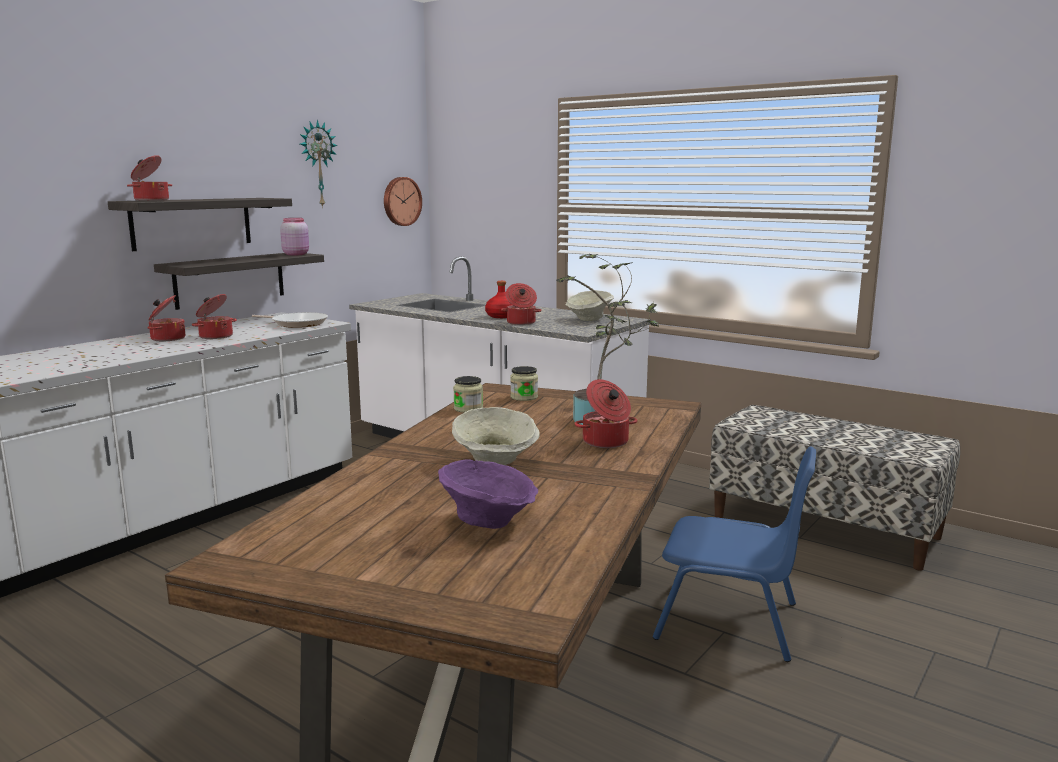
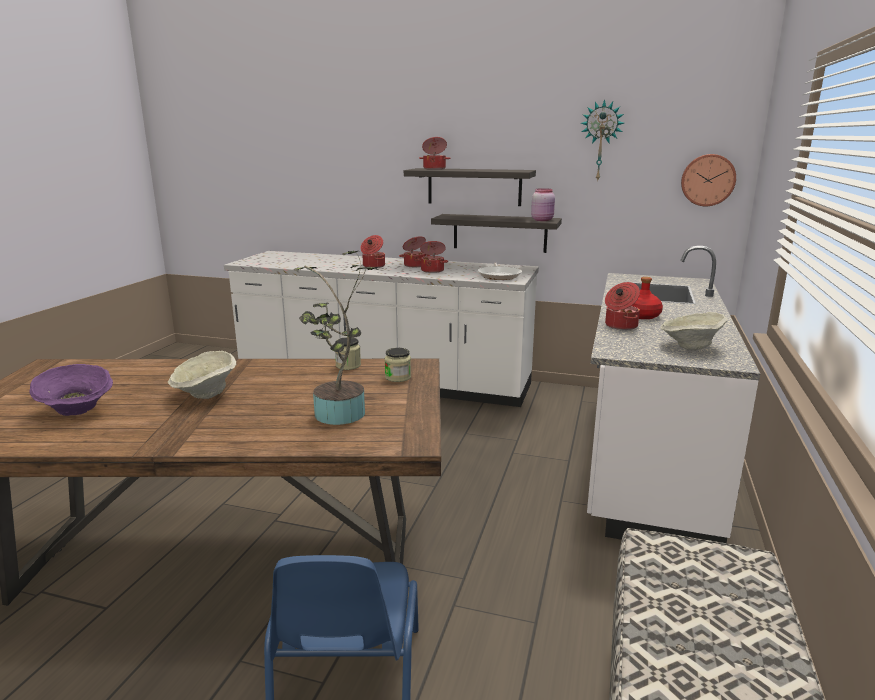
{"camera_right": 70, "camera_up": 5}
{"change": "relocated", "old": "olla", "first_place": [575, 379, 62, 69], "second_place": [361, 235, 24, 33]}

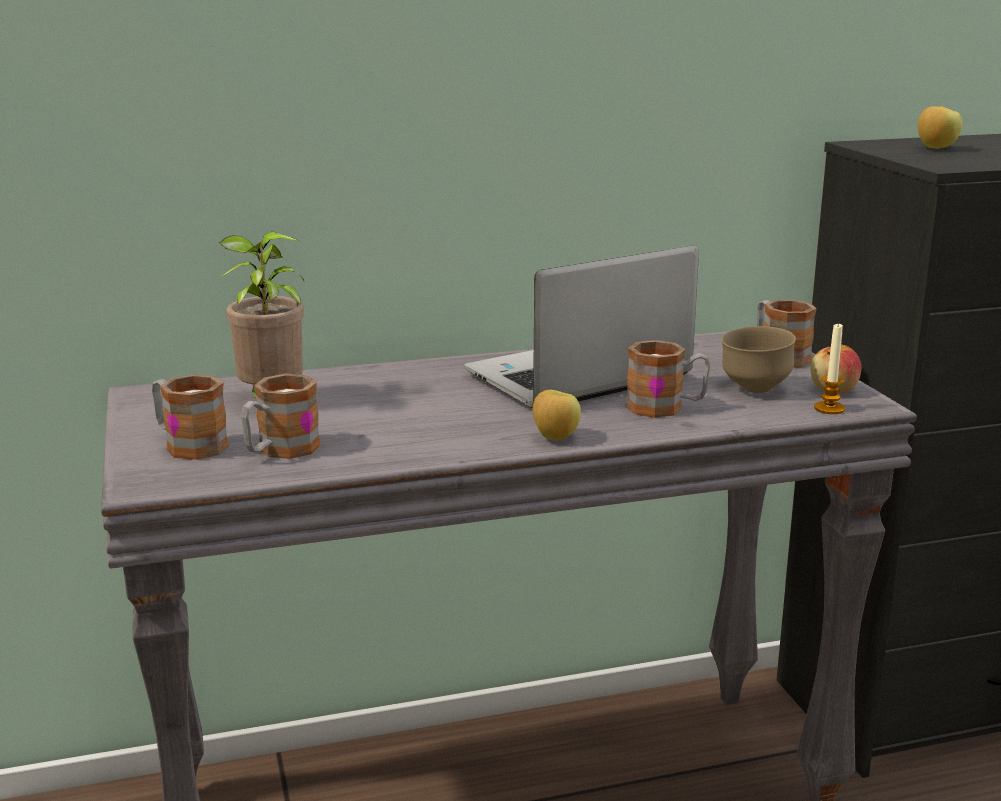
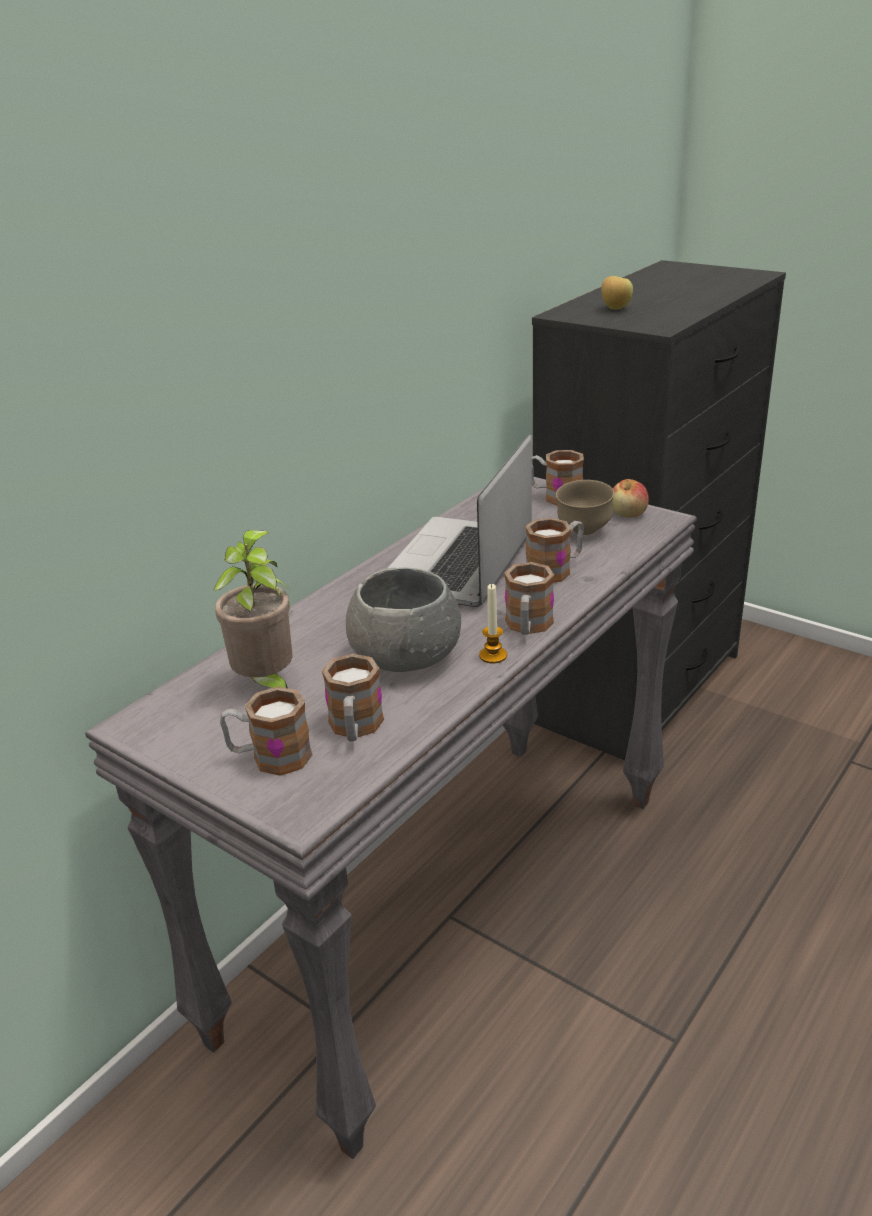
{"camera_right": -35, "camera_up": 10}
{"change": "relocated", "old": "vela", "first_place": [814, 322, 32, 92], "second_place": [479, 583, 28, 81]}
{"change": "exchanged", "old": "manzana", "new": "taza grande", "first_place": [533, 390, 48, 50], "second_place": [504, 562, 50, 73]}
{"change": "appeared", "new": "cuenco/gris", "second_place": [346, 567, 115, 105]}

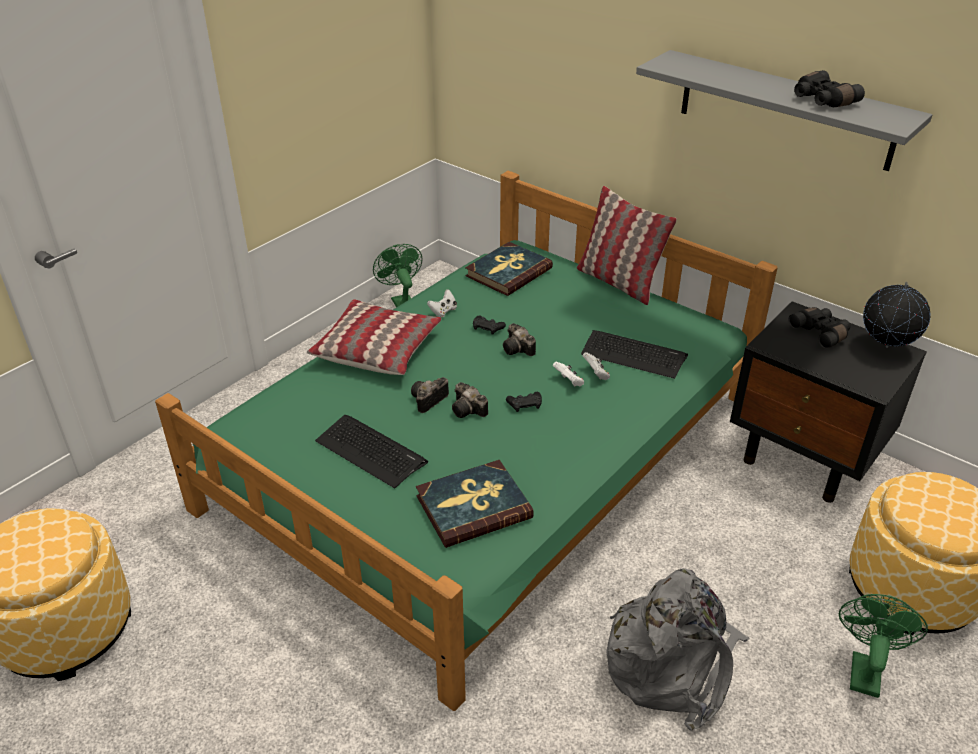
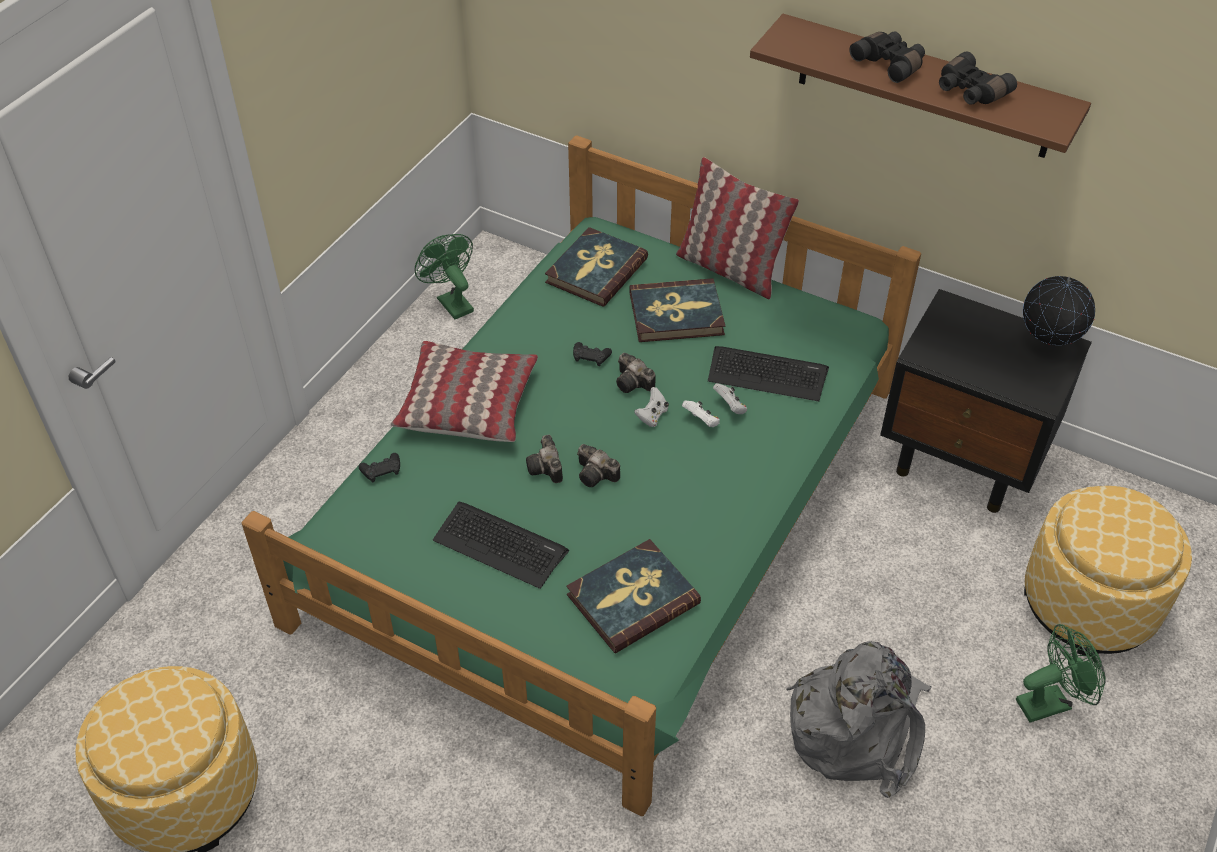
{"camera_right": -10, "camera_up": 10}
{"change": "colour", "old": "estante/gris", "new": "estante/marrón", "first_place": [636, 50, 297, 121], "second_place": [750, 14, 341, 144]}
{"change": "relocated", "old": "mando de consola/blanco", "first_place": [427, 289, 30, 29], "second_place": [634, 387, 35, 40]}
{"change": "relocated", "old": "prismáticos/negro", "first_place": [788, 307, 63, 41], "second_place": [849, 32, 76, 51]}
{"change": "spun", "old": "cámara", "first_place": [411, 377, 38, 36], "second_place": [526, 435, 37, 48], "degrees": -45}
{"change": "relocated", "old": "mando de consola/negro", "first_place": [506, 392, 36, 20], "second_place": [359, 453, 41, 29]}
{"change": "spun", "old": "ventilador/verde", "first_place": [839, 594, 89, 104], "second_place": [1016, 624, 90, 99], "degrees": 60}
{"change": "appeared", "new": "libro", "second_place": [630, 278, 95, 64]}

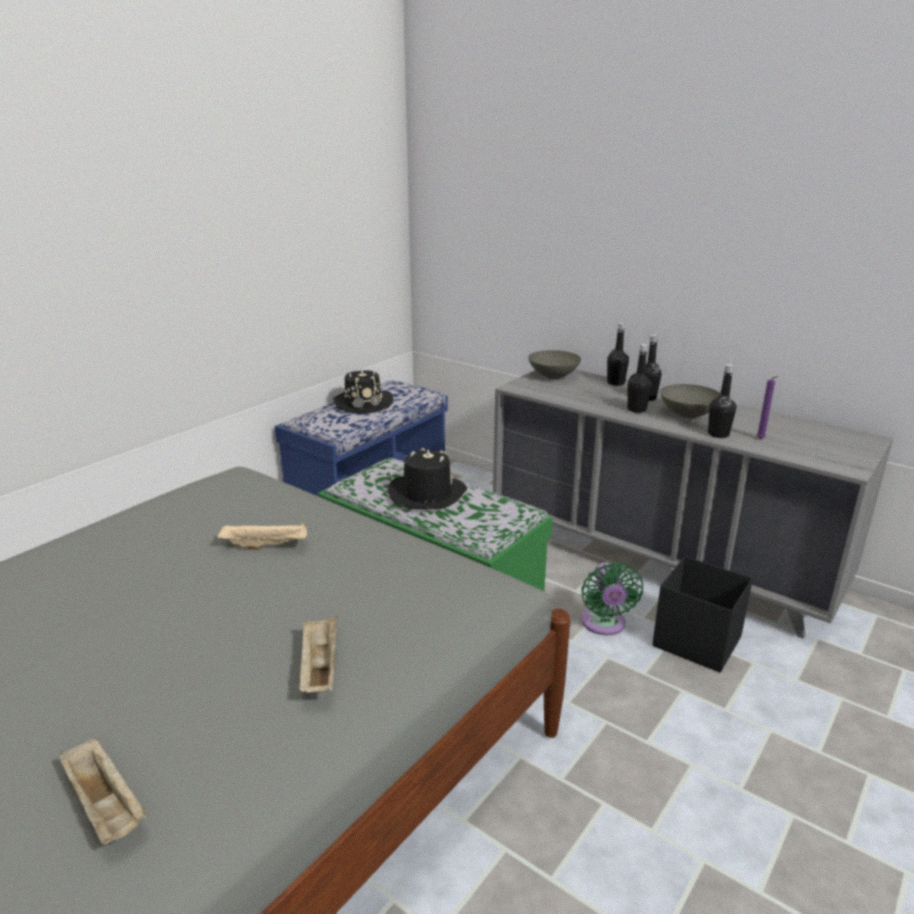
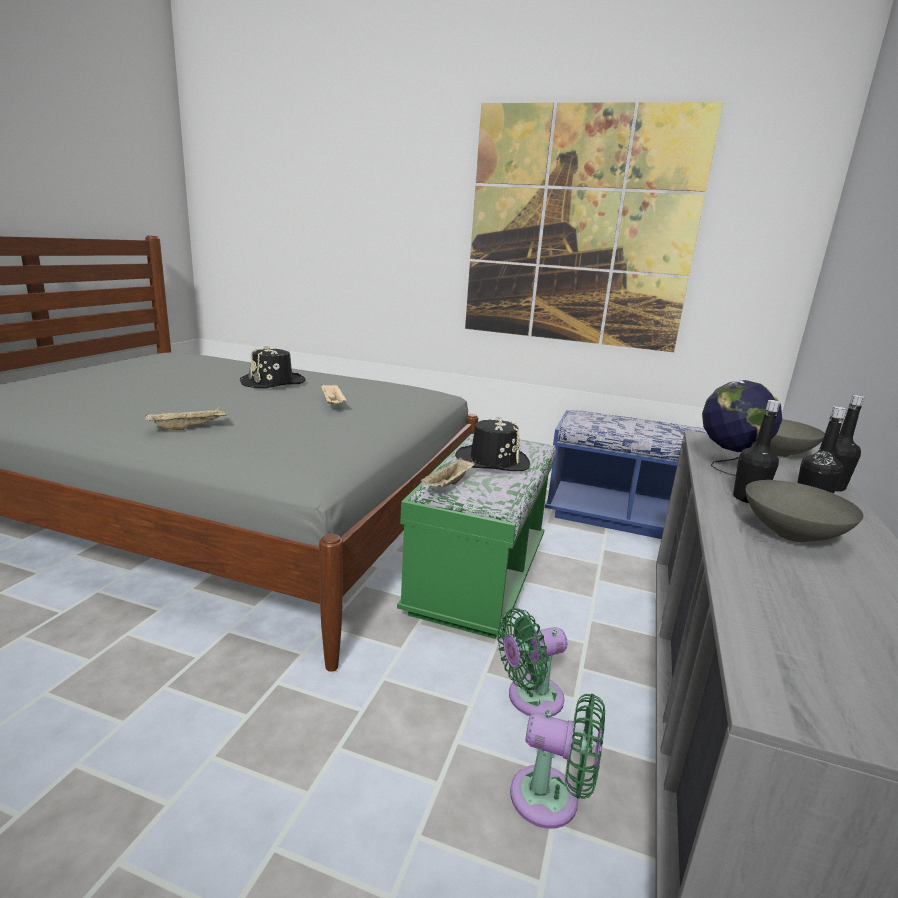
{"camera_right": 70, "camera_up": -5}
{"change": "missing", "old": "botella/negro", "first_place": [708, 364, 28, 74]}
{"change": "relocated", "old": "sombrero/negro", "first_place": [333, 370, 60, 43], "second_place": [240, 344, 65, 44]}
{"change": "missing", "old": "vela/morado", "first_place": [757, 376, 21, 63]}
{"change": "exchanged", "old": "caja de almacenaje/negro", "new": "ventilador/verde", "first_place": [652, 556, 101, 116], "second_place": [510, 694, 95, 135]}
{"change": "relocated", "old": "bandeja/beis", "first_place": [59, 739, 88, 106], "second_place": [421, 457, 54, 30]}
{"change": "appeared", "new": "cuadro", "second_place": [465, 102, 258, 250]}
{"change": "appeared", "new": "globo terráqueo", "second_place": [702, 380, 80, 96]}

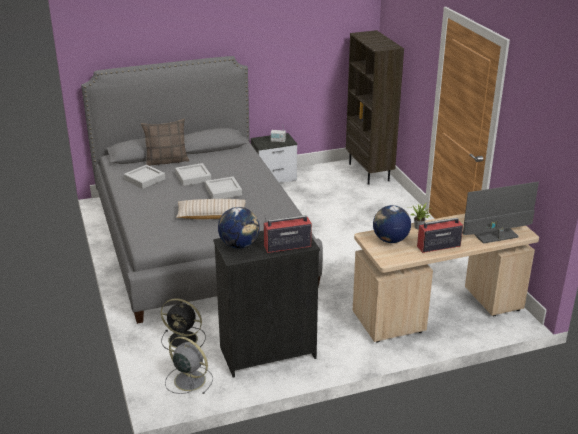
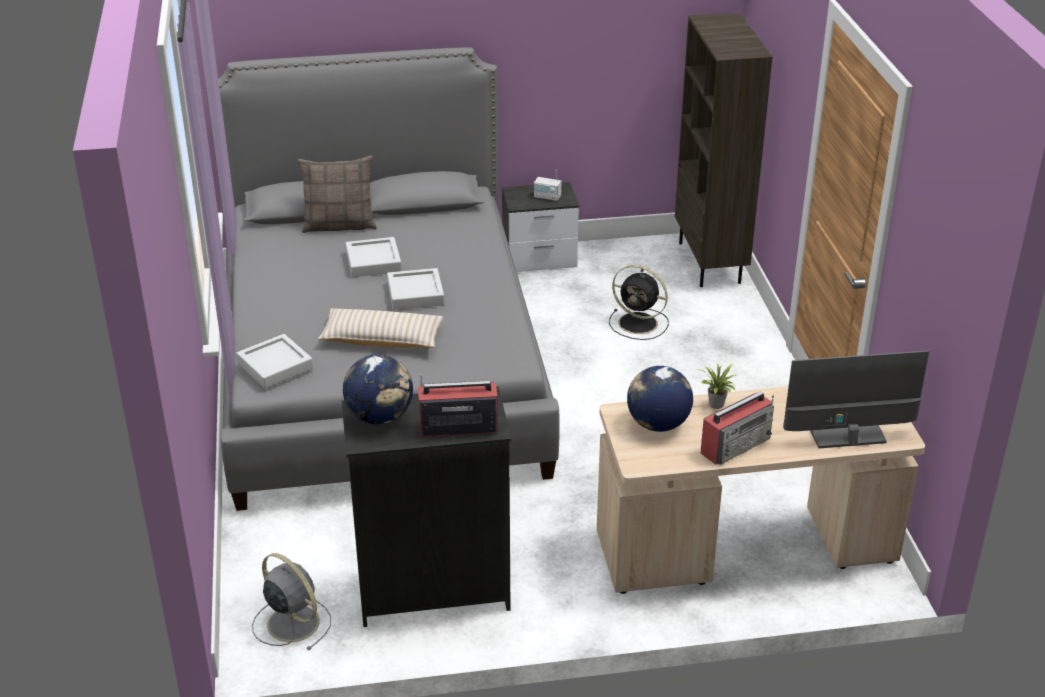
{"camera_right": 10, "camera_up": 5}
{"change": "relocated", "old": "bandeja/gris", "first_place": [124, 165, 41, 24], "second_place": [236, 334, 77, 55]}
{"change": "spun", "old": "radio", "first_place": [417, 218, 46, 35], "second_place": [701, 391, 73, 74], "degrees": 150}
{"change": "relocated", "old": "ventilador/negro", "first_place": [161, 299, 45, 51], "second_place": [609, 265, 60, 75]}

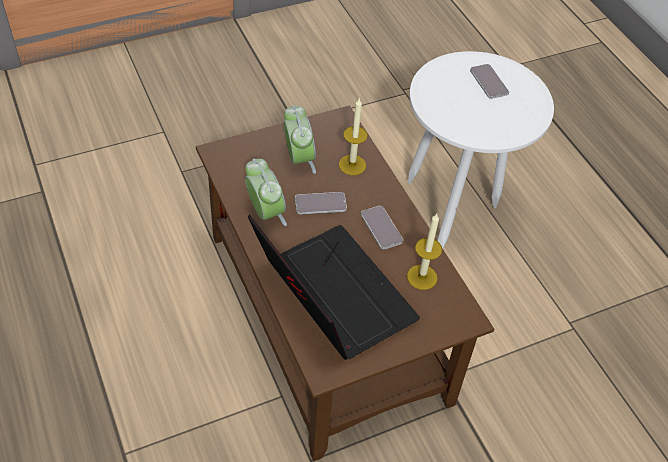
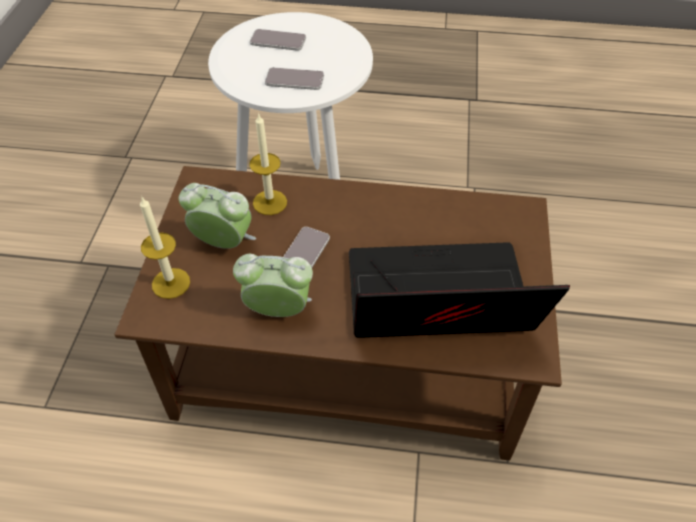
{"camera_right": -55, "camera_up": 0}
{"change": "relocated", "old": "móvil", "first_place": [361, 206, 42, 43], "second_place": [265, 67, 59, 23]}
{"change": "relocated", "old": "vela", "first_place": [407, 214, 35, 76], "second_place": [140, 196, 50, 103]}

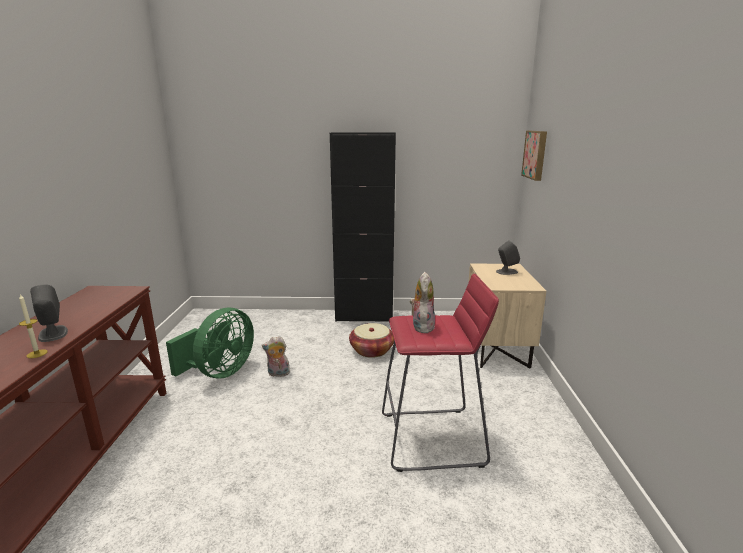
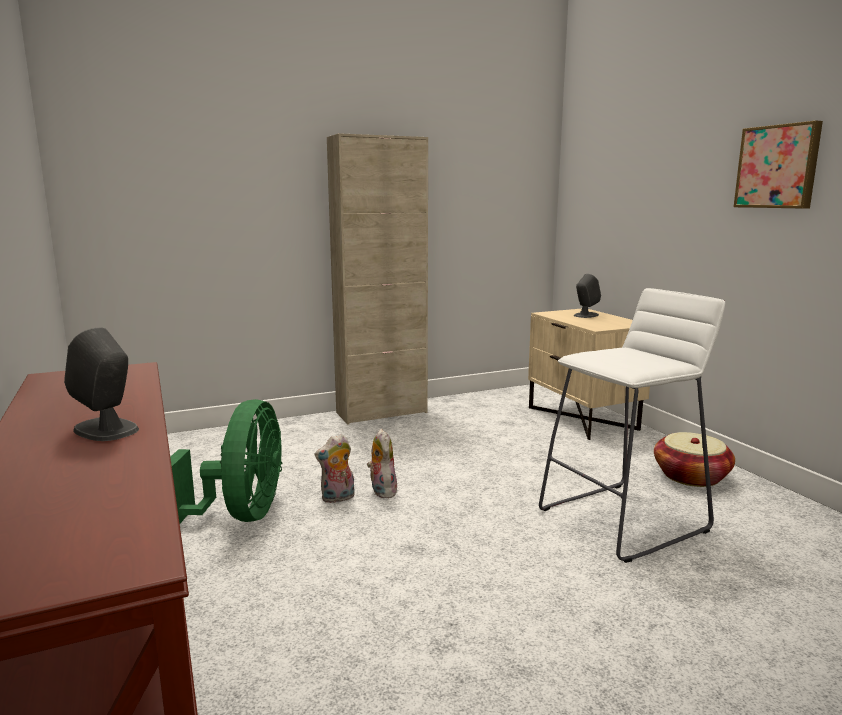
{"camera_right": -25, "camera_up": -5}
{"change": "relocated", "old": "cuadro", "first_place": [521, 131, 26, 50], "second_place": [734, 121, 89, 88]}
{"change": "colour", "old": "armario/negro", "new": "armario/beis", "first_place": [330, 132, 66, 190], "second_place": [327, 133, 101, 292]}
{"change": "relocated", "old": "peluche", "first_place": [410, 272, 25, 61], "second_place": [367, 429, 30, 69]}
{"change": "colour", "old": "taburete/rojo", "new": "taburete/blanco", "first_place": [382, 274, 117, 198], "second_place": [539, 288, 186, 275]}
{"change": "missing", "old": "vela", "first_place": [19, 294, 28, 64]}
{"change": "relocated", "old": "cesta", "first_place": [349, 323, 45, 35], "second_place": [654, 432, 81, 55]}

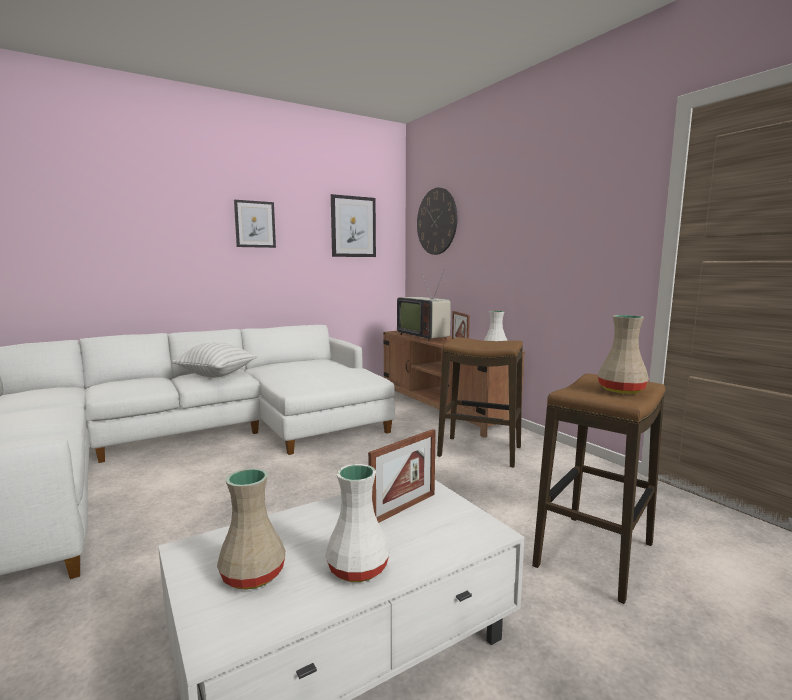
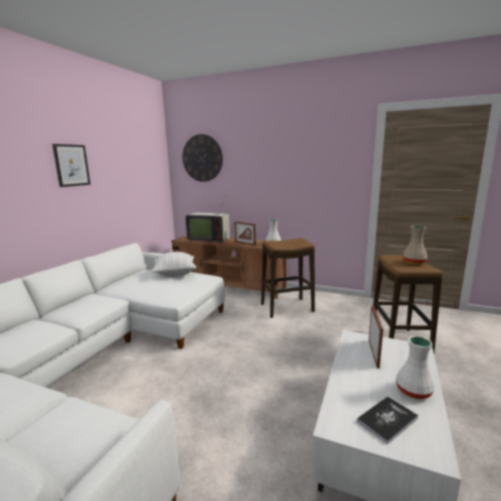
{"camera_right": -35, "camera_up": 5}
{"change": "missing", "old": "cuadro", "first_place": [331, 194, 45, 63]}
{"change": "relocated", "old": "cojín/blanco", "first_place": [171, 342, 87, 35], "second_place": [152, 252, 44, 25]}
{"change": "exchanged", "old": "florero/beis", "new": "libro", "first_place": [217, 468, 68, 122], "second_place": [357, 397, 61, 48]}

